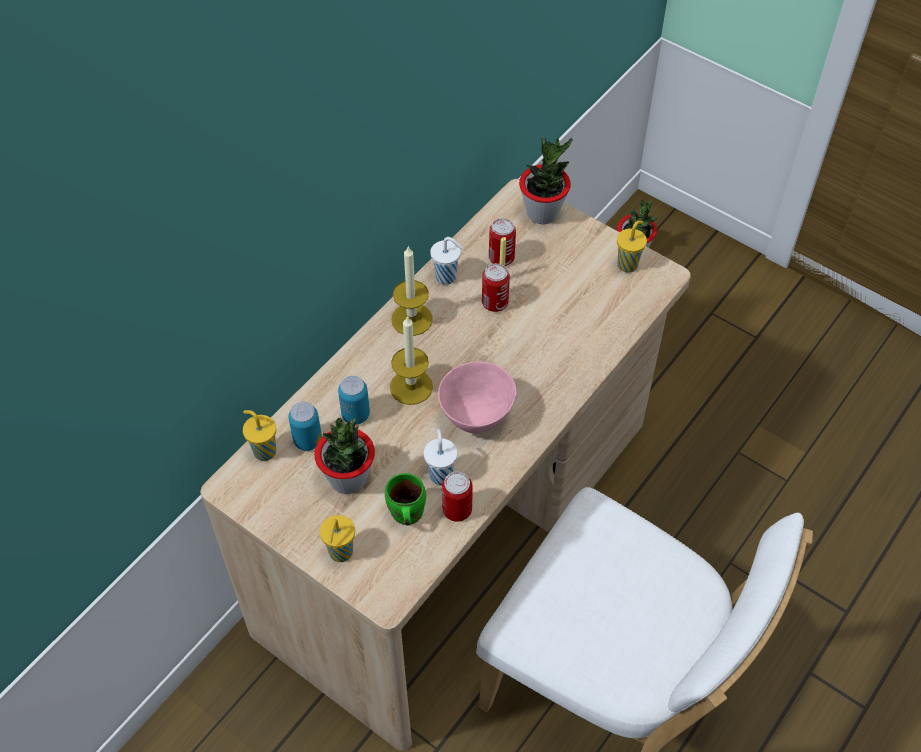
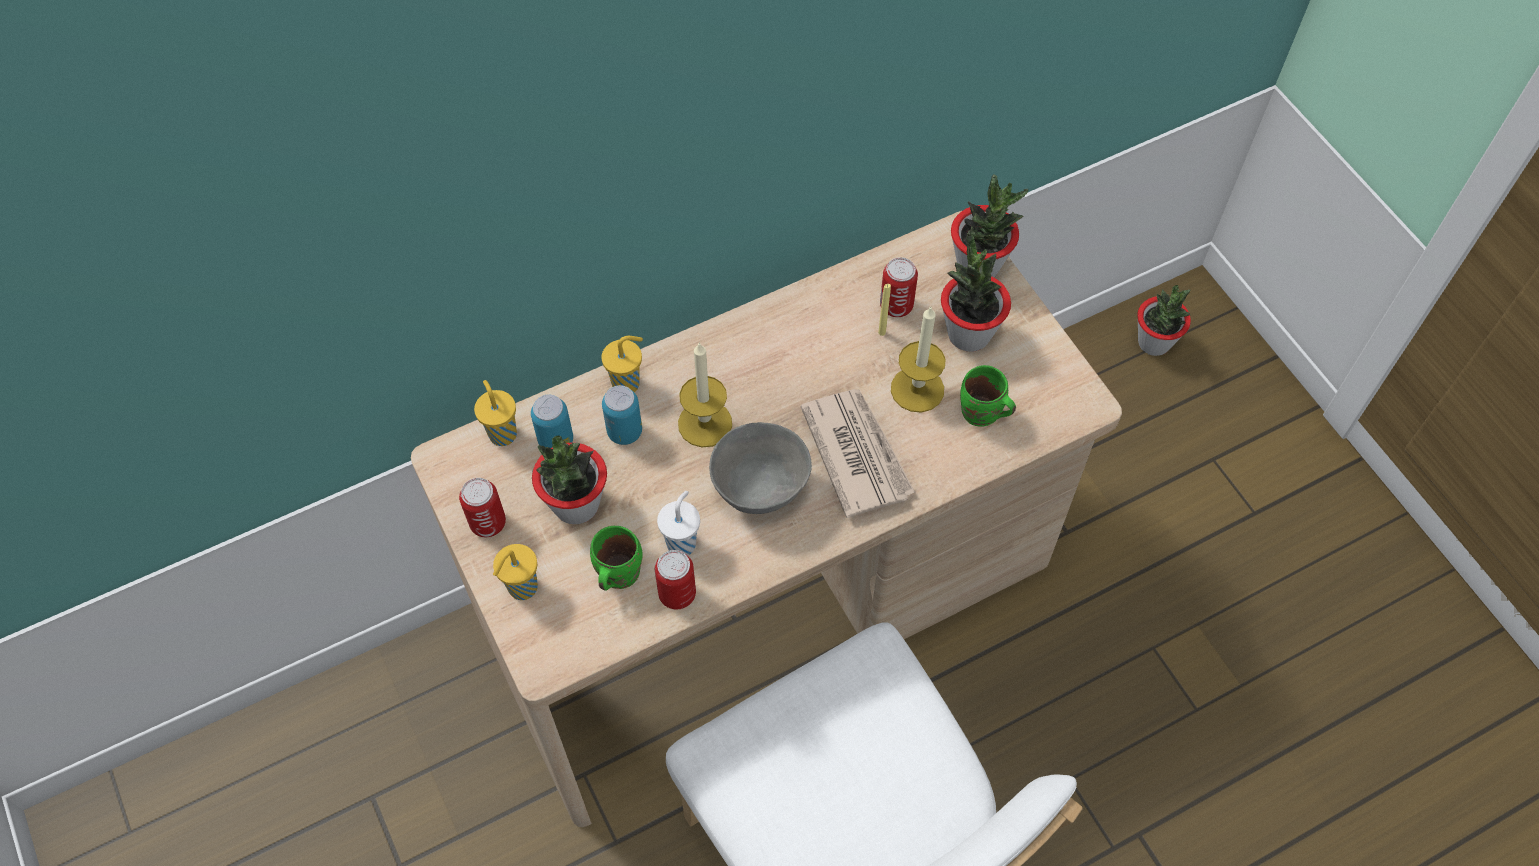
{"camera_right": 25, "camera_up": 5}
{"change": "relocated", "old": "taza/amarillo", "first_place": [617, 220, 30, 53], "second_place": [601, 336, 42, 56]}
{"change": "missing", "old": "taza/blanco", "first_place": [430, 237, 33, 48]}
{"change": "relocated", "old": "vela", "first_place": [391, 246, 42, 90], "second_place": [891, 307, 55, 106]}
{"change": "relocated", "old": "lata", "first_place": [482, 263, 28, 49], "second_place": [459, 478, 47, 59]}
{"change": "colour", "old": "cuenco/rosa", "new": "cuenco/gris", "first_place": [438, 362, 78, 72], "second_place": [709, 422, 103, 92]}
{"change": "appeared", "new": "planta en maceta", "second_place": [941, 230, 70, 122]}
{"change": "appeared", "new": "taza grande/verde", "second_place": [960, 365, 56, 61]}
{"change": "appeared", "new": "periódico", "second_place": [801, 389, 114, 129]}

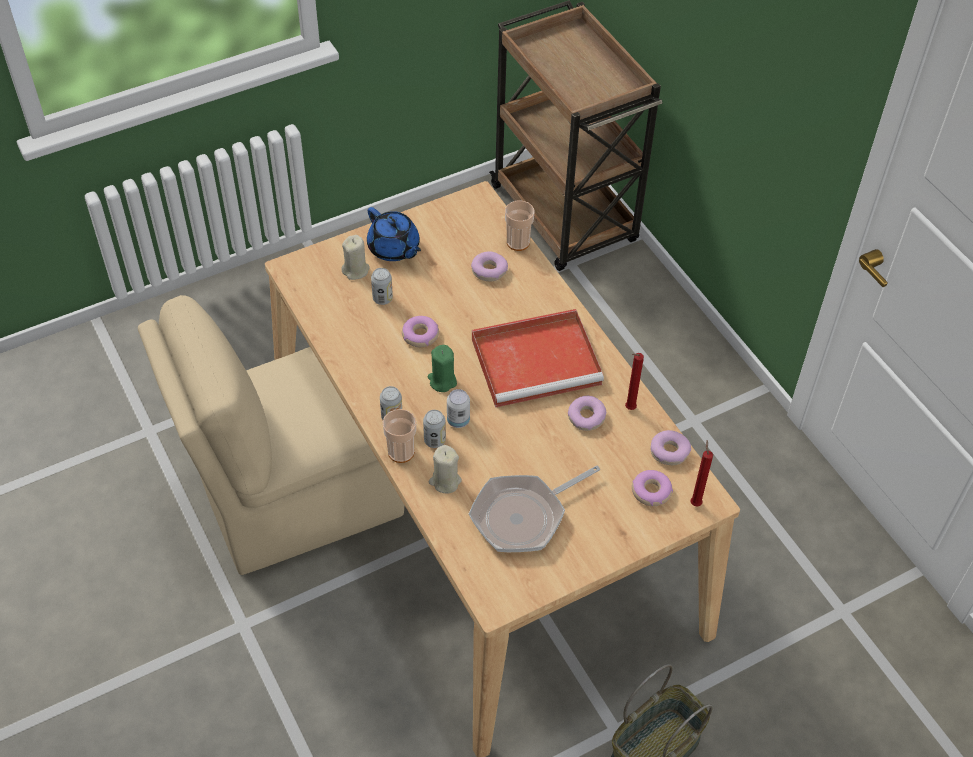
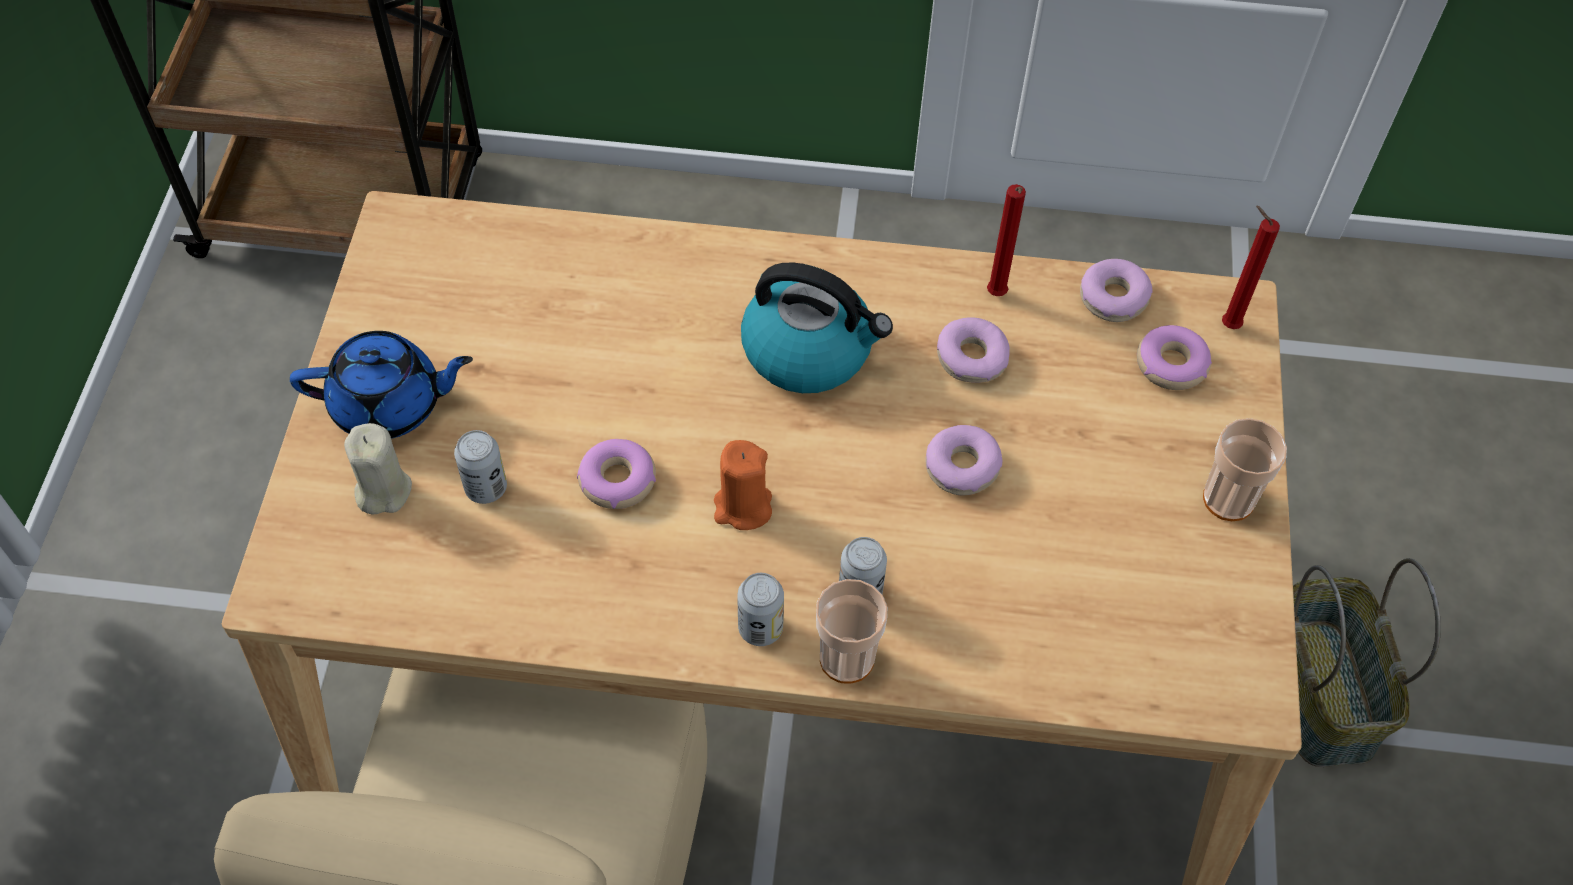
{"camera_right": -55, "camera_up": 5}
{"change": "relocated", "old": "taza", "first_place": [505, 201, 29, 50], "second_place": [1203, 418, 84, 103]}
{"change": "relocated", "old": "rosquilla", "first_place": [471, 251, 37, 30], "second_place": [925, 425, 77, 71]}
{"change": "exchanged", "old": "bandeja/rojo", "new": "hervidor", "first_place": [472, 309, 132, 99], "second_place": [741, 262, 152, 131]}
{"change": "colour", "old": "vela/verde", "new": "vela/naranja", "first_place": [428, 345, 29, 47], "second_place": [714, 440, 58, 90]}
{"change": "missing", "old": "lata", "first_place": [447, 389, 23, 39]}
{"change": "missing", "old": "vela/beis", "first_place": [429, 445, 33, 48]}
{"change": "missing", "old": "sartén", "first_place": [469, 465, 131, 87]}

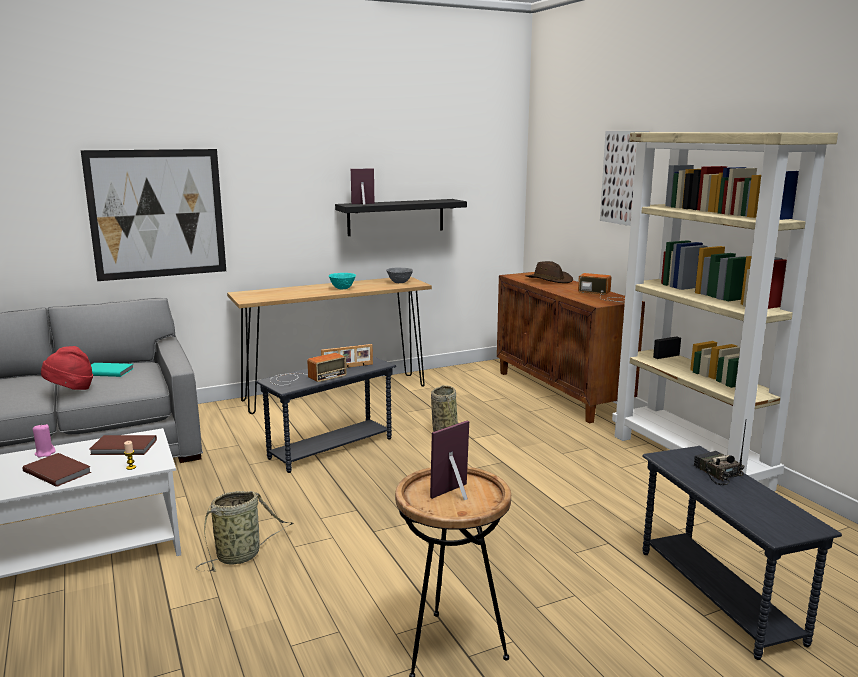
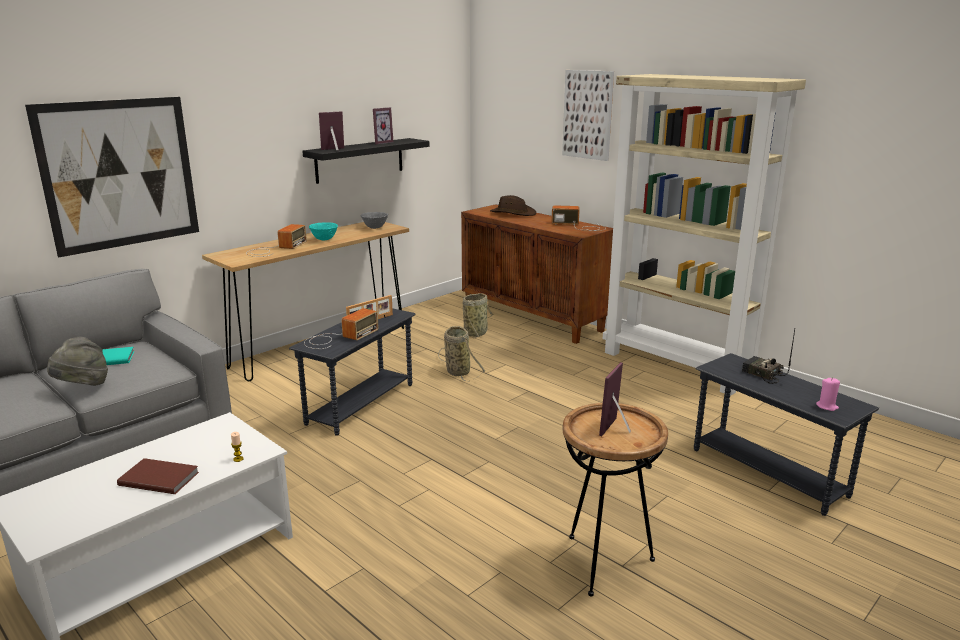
{"camera_right": -20, "camera_up": 5}
{"change": "colour", "old": "sombrero/rojo", "new": "sombrero/gris", "first_place": [41, 346, 52, 44], "second_place": [47, 337, 61, 49]}
{"change": "relocated", "old": "vela/rosa", "first_place": [33, 424, 23, 33], "second_place": [816, 377, 24, 34]}
{"change": "missing", "old": "libro/marrón", "first_place": [90, 435, 67, 20]}
{"change": "relocated", "old": "cesta", "first_place": [196, 491, 98, 81], "second_place": [463, 293, 31, 45]}
{"change": "appeared", "new": "portarretratos", "second_place": [373, 107, 20, 37]}
{"change": "appeared", "new": "radio", "second_place": [246, 224, 61, 33]}

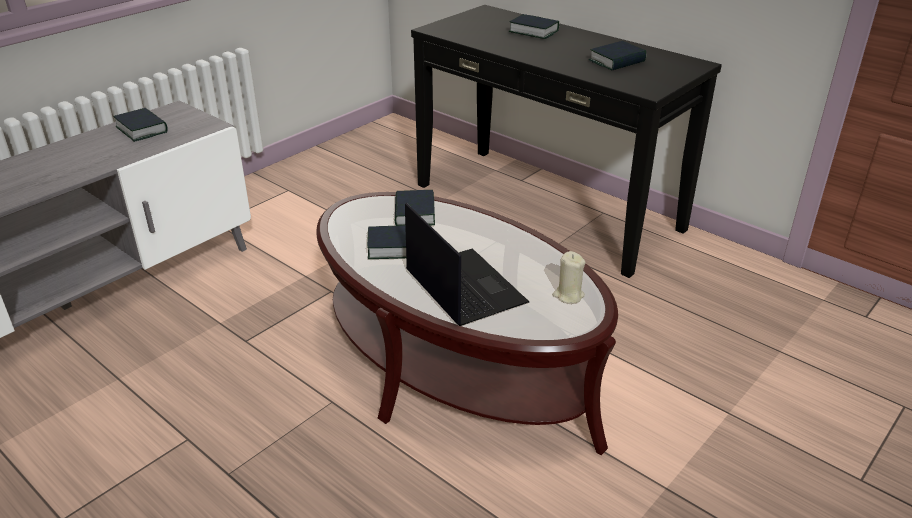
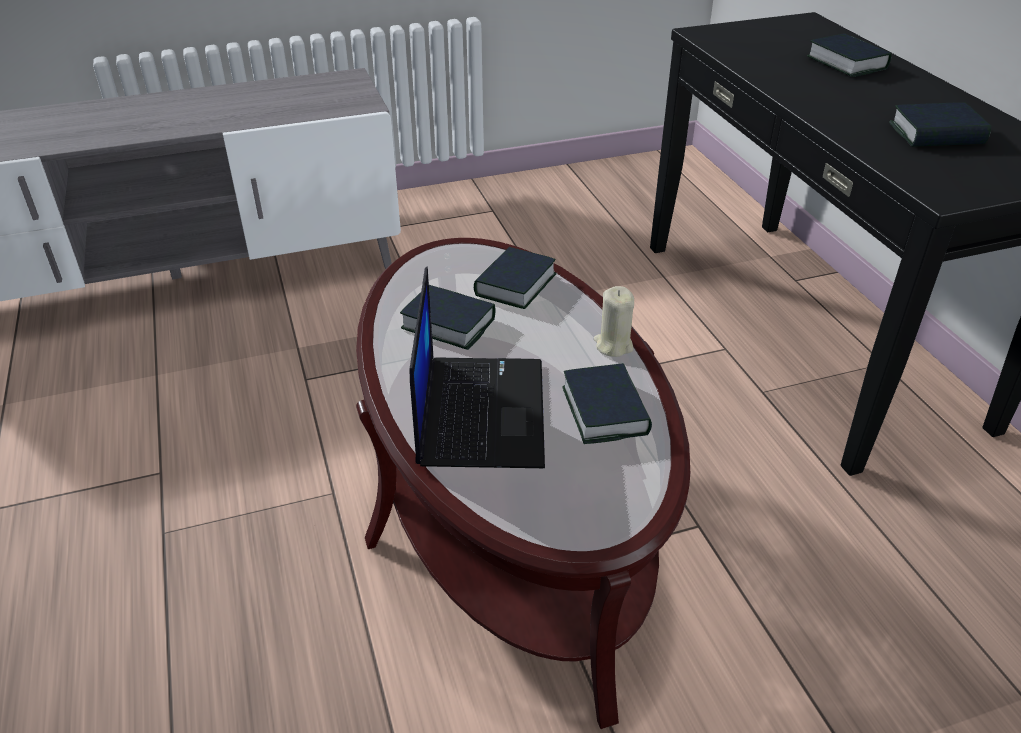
{"camera_right": 30, "camera_up": 5}
{"change": "relocated", "old": "libro", "first_place": [113, 108, 55, 34], "second_place": [562, 363, 90, 81]}
{"change": "relocated", "old": "vela/beis", "first_place": [553, 251, 33, 53], "second_place": [594, 286, 40, 71]}

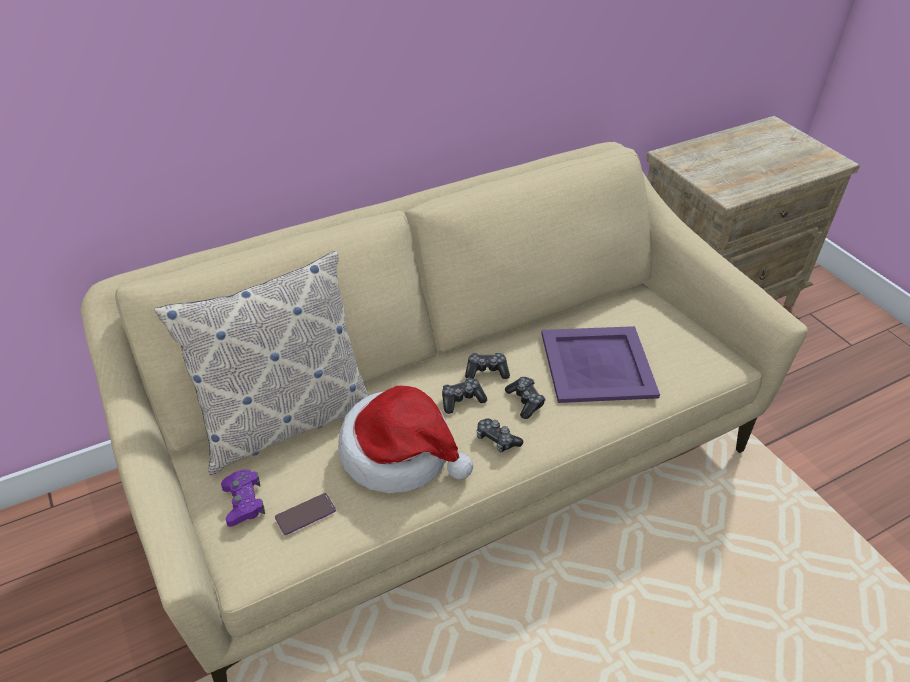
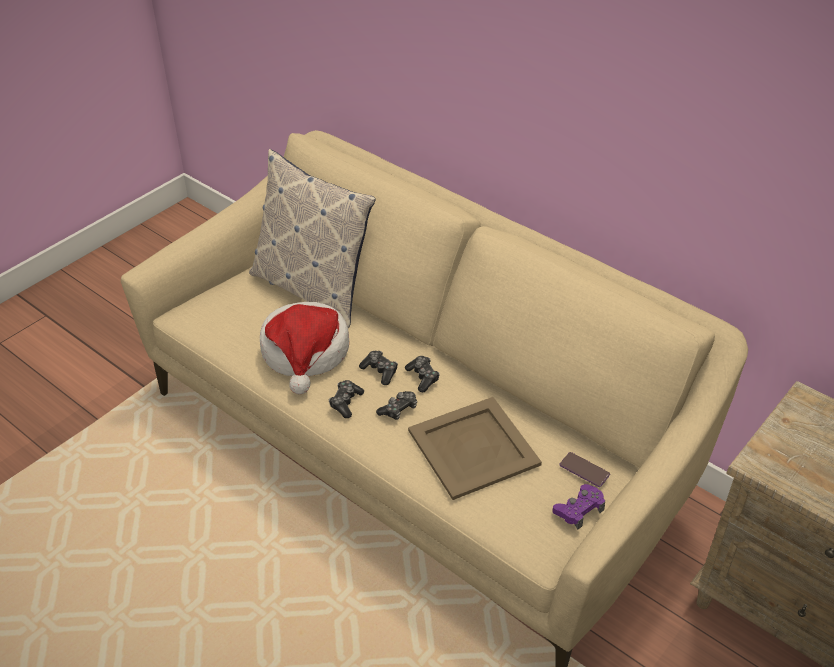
{"camera_right": 70, "camera_up": 0}
{"change": "colour", "old": "bandeja/morado", "new": "bandeja/beis", "first_place": [541, 326, 119, 77], "second_place": [408, 397, 134, 103]}
{"change": "relocated", "old": "mando de consola/morado", "first_place": [221, 469, 44, 58], "second_place": [552, 484, 53, 46]}
{"change": "relocated", "old": "móvil", "first_place": [275, 493, 61, 42], "second_place": [559, 452, 51, 35]}

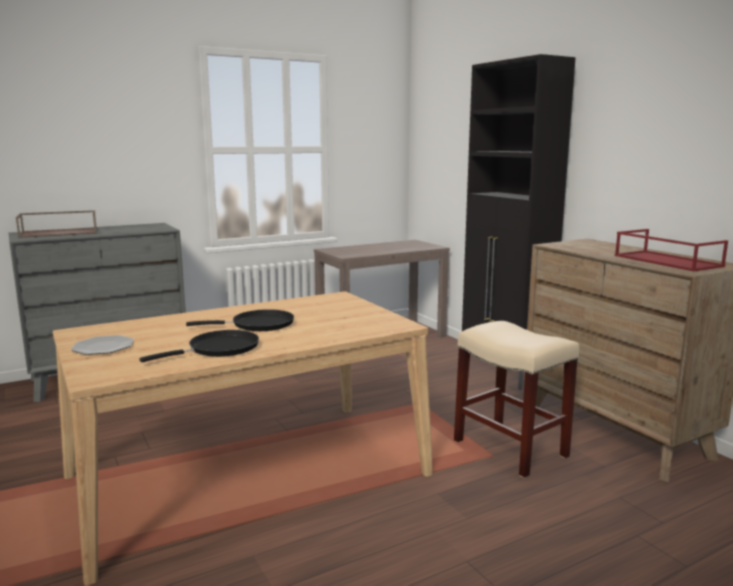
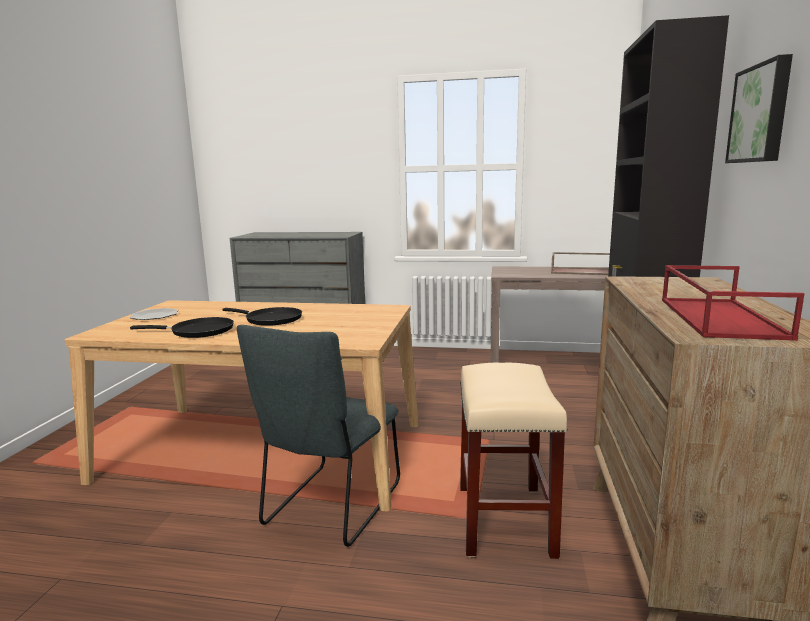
{"camera_right": 40, "camera_up": 0}
{"change": "relocated", "old": "bandeja/marrón", "first_place": [16, 210, 81, 28], "second_place": [551, 252, 59, 23]}
{"change": "appeared", "new": "cuadro", "second_place": [725, 54, 68, 109]}
{"change": "appeared", "new": "silla/gris", "second_place": [237, 325, 163, 222]}

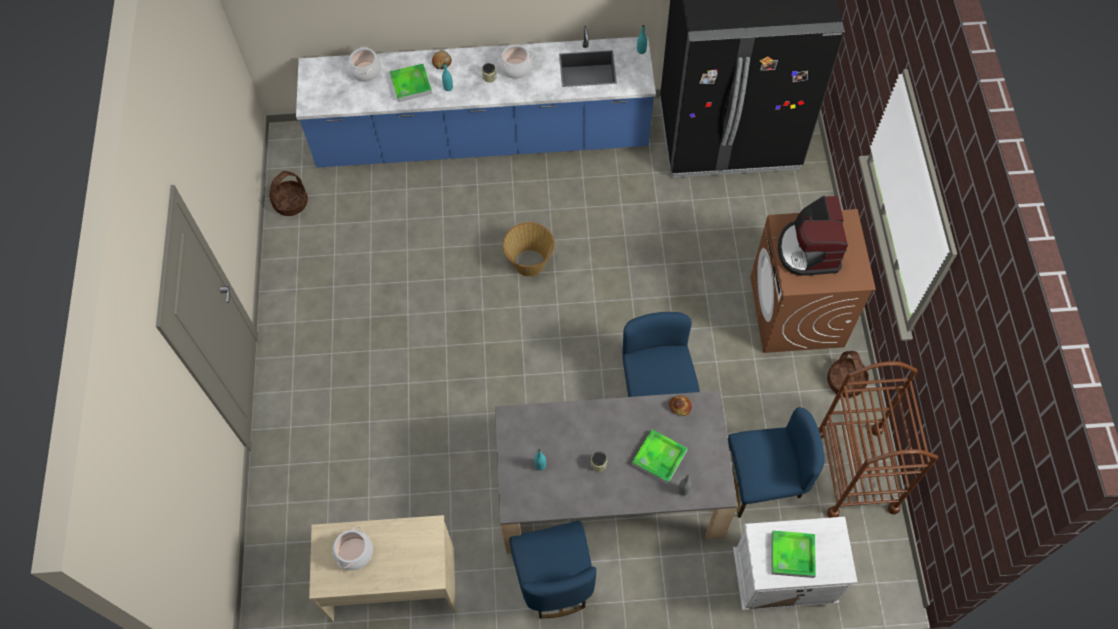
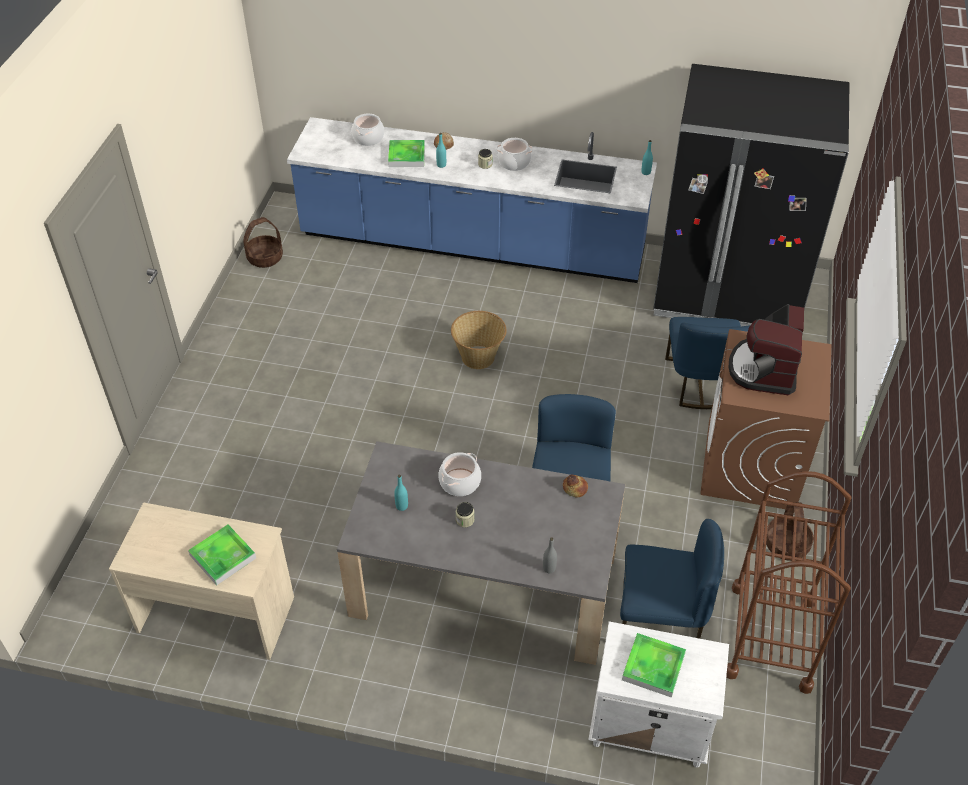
{"camera_right": 15, "camera_up": -15}
{"change": "relocated", "old": "bandeja", "first_place": [632, 429, 56, 56], "second_place": [188, 524, 68, 62]}
{"change": "relocated", "old": "silla/azul", "first_place": [510, 521, 86, 97], "second_place": [665, 317, 85, 92]}
{"change": "relocated", "old": "olla", "first_place": [332, 527, 41, 43], "second_place": [438, 452, 43, 44]}

